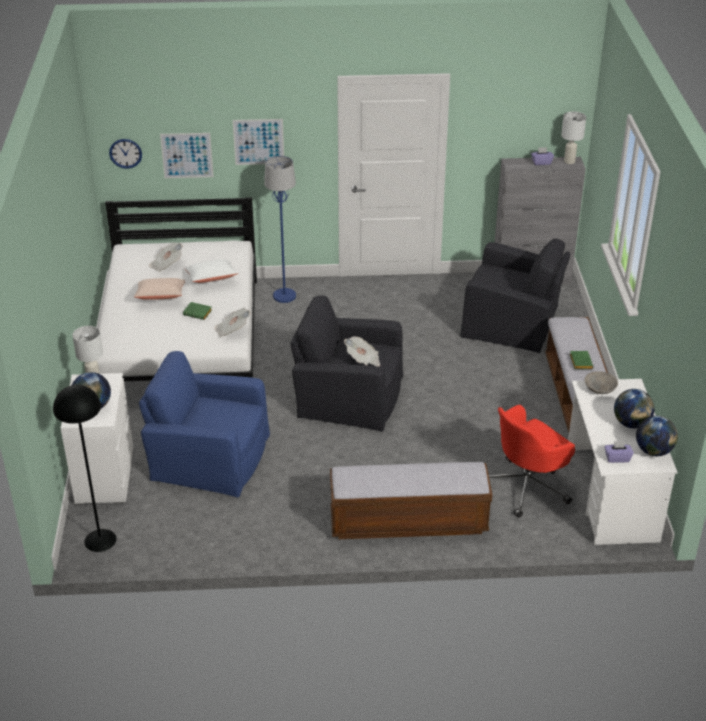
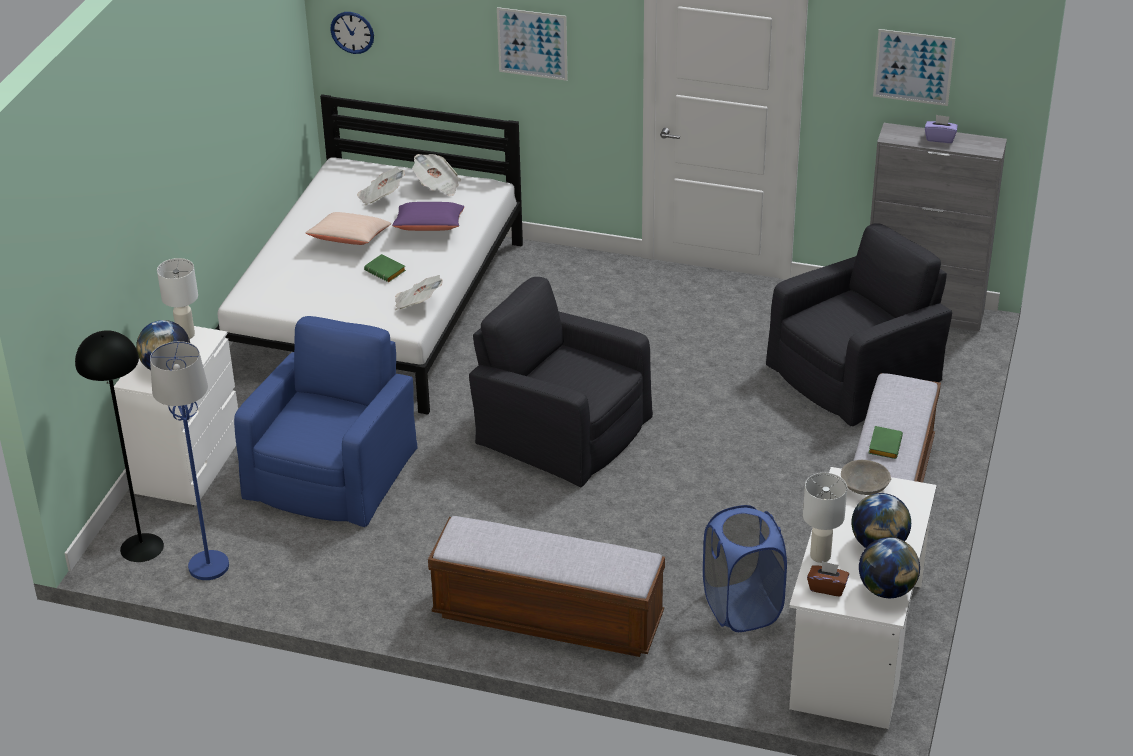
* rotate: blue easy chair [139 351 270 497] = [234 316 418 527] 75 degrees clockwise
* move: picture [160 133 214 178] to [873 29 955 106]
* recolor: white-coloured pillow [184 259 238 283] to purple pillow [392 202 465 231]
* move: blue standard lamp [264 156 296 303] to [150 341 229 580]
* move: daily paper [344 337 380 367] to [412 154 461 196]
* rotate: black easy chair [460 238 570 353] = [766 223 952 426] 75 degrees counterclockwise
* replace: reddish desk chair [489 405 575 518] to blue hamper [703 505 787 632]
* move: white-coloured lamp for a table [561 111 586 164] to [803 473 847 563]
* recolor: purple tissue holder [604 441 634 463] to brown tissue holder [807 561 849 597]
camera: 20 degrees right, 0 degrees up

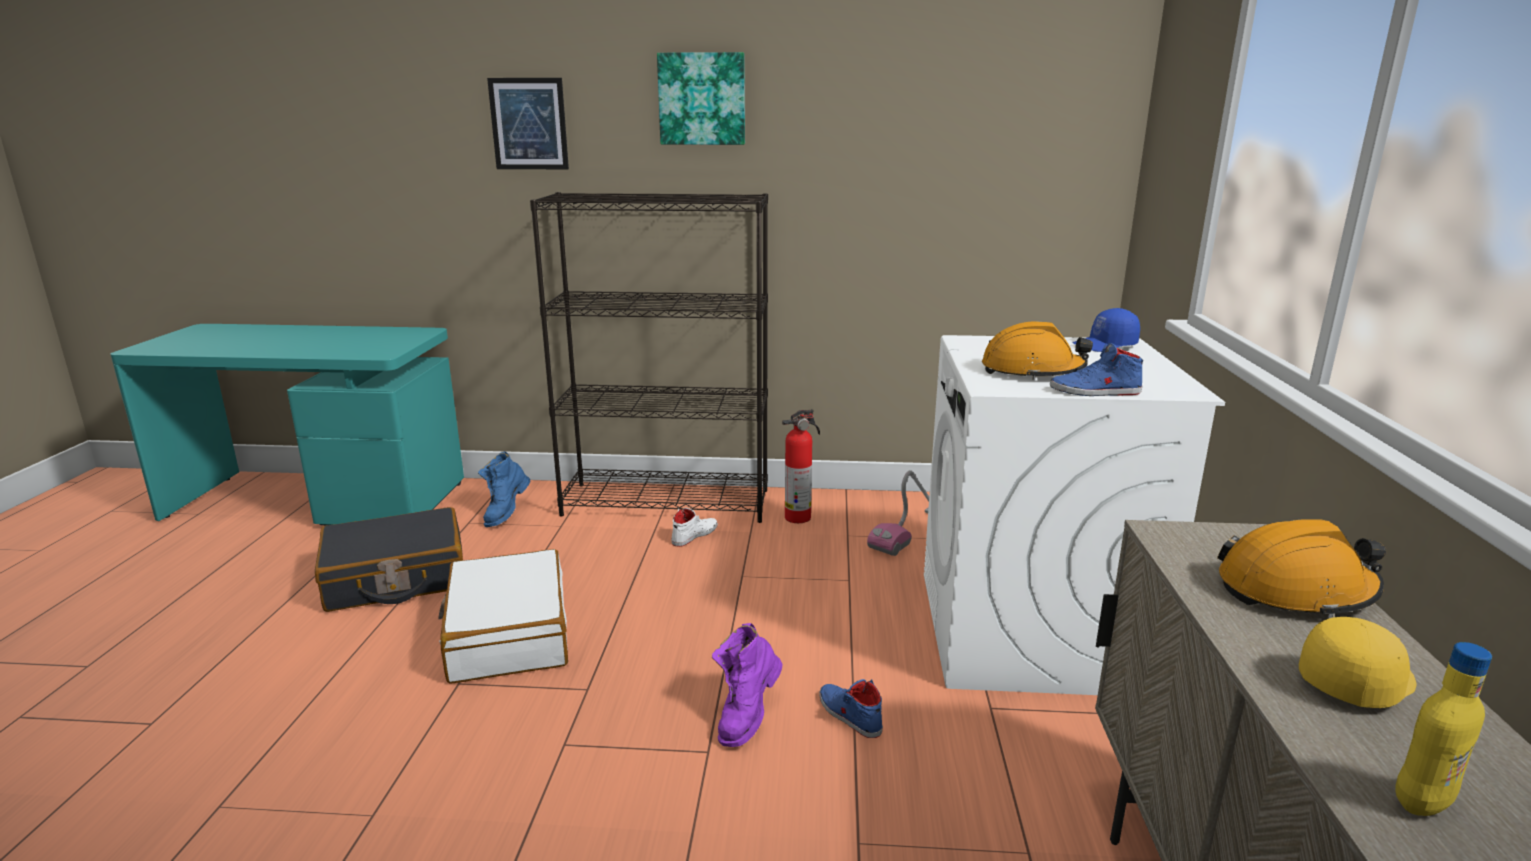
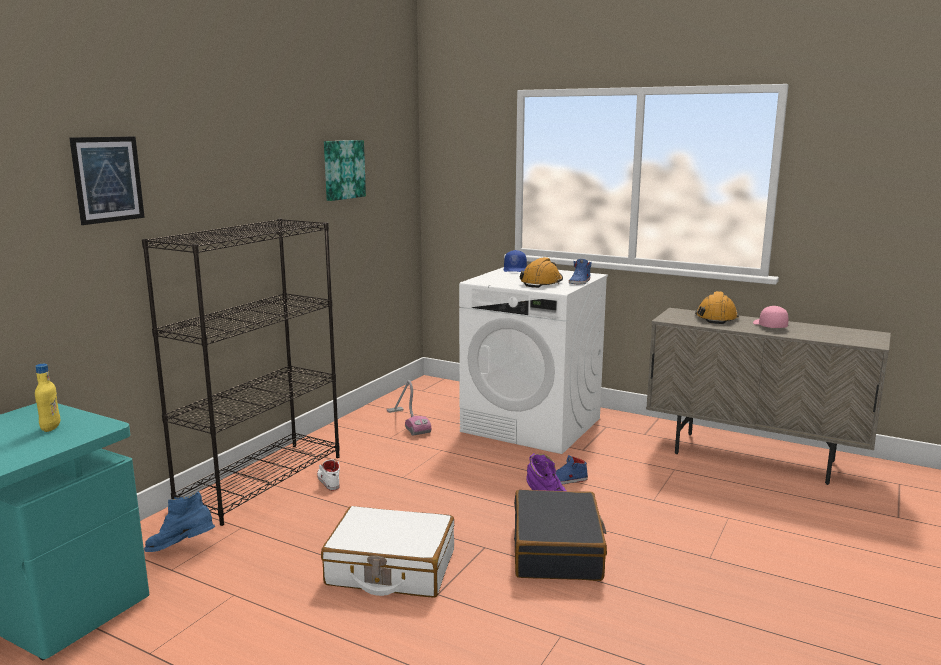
* move: black travel case [315 507 463 612] to [514 490 607 581]
* rotate: blue tall boot [478 452 531 527] = [144 492 215 552] 135 degrees clockwise
* move: picture [657 52 745 145] to [324 140 366 201]
* delete: fire-fighting cylinder [782 409 820 523]
* recolor: yellow cap [1299 617 1416 708] to pink cap [753 306 789 328]
* move: yellow bottle [1395 642 1492 816] to [35 364 60 432]
camera: 65 degrees left, 5 degrees down

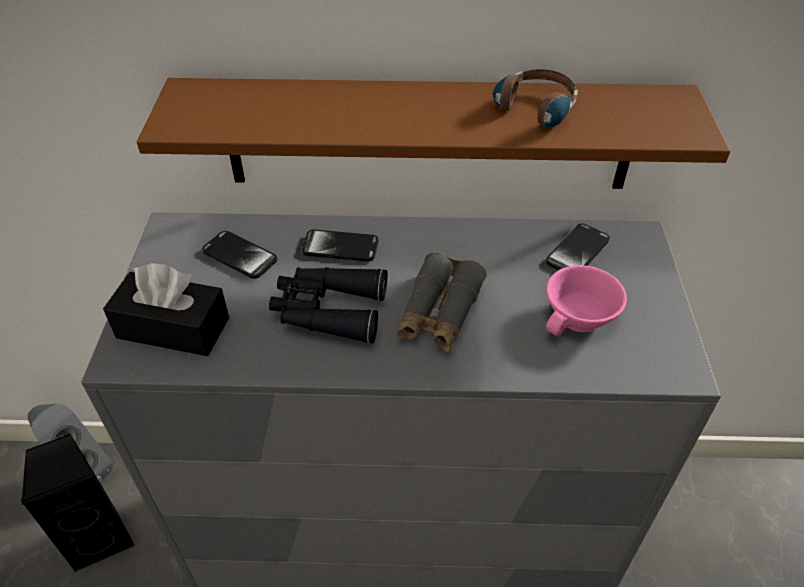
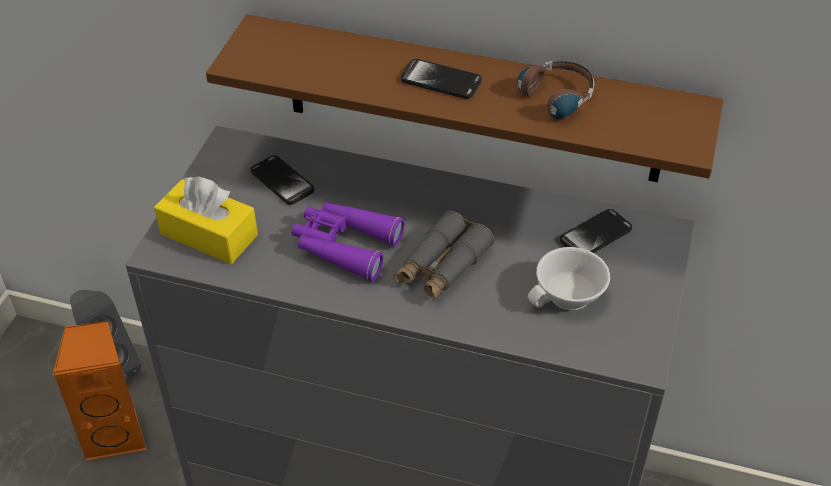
* recolor: black loudspeaker [21 434 135 572] to orange-coloured loudspeaker [53 321 146 461]
* recolor: black tissue holder [103 263 229 356] to yellow tissue holder [154 177 258 264]
* recolor: black binoculars [269 267 388 344] to purple binoculars [292 202 405 281]
* move: telephone [302 229 378 262] to [401 59 482 99]
* recolor: pink cup [546 265 627 336] to white-coloured cup [528 247 610 310]
camera: 15 degrees right, 0 degrees up

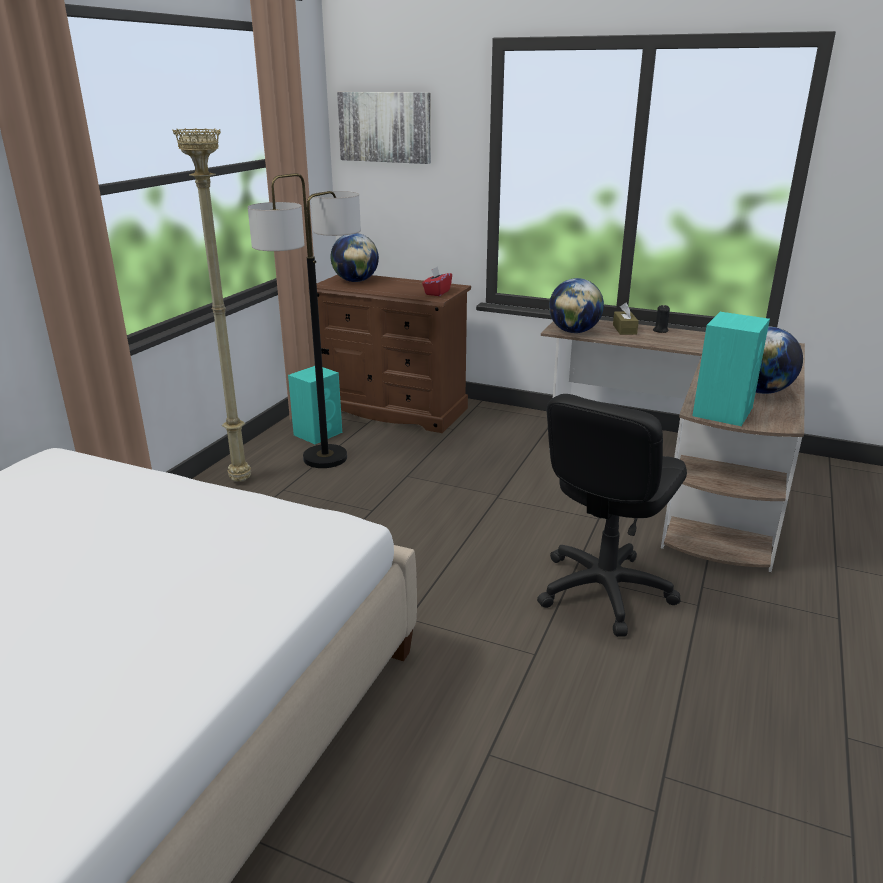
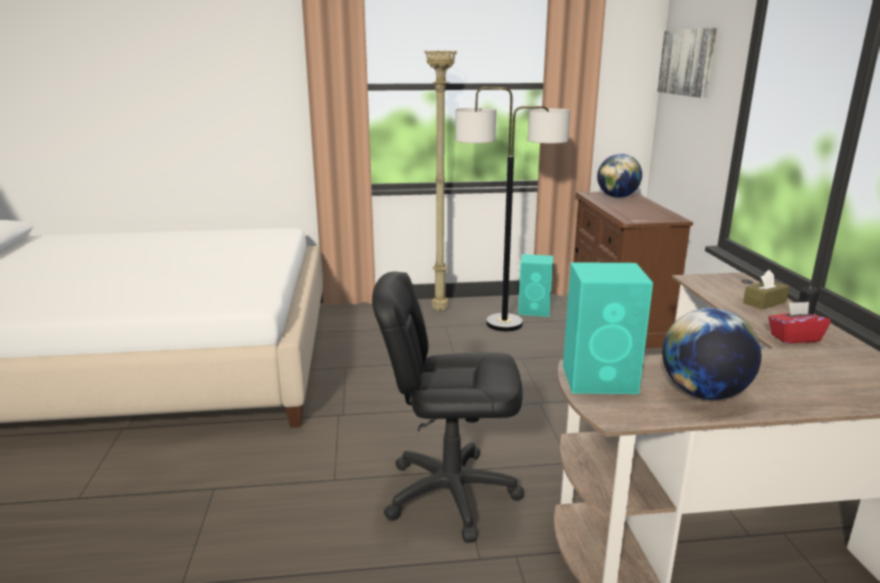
* move: reddish tissue holder [422 266 452 296] to [768 302 831 343]
* delete: globe [549 278 604 333]
camera: 60 degrees right, 5 degrees down

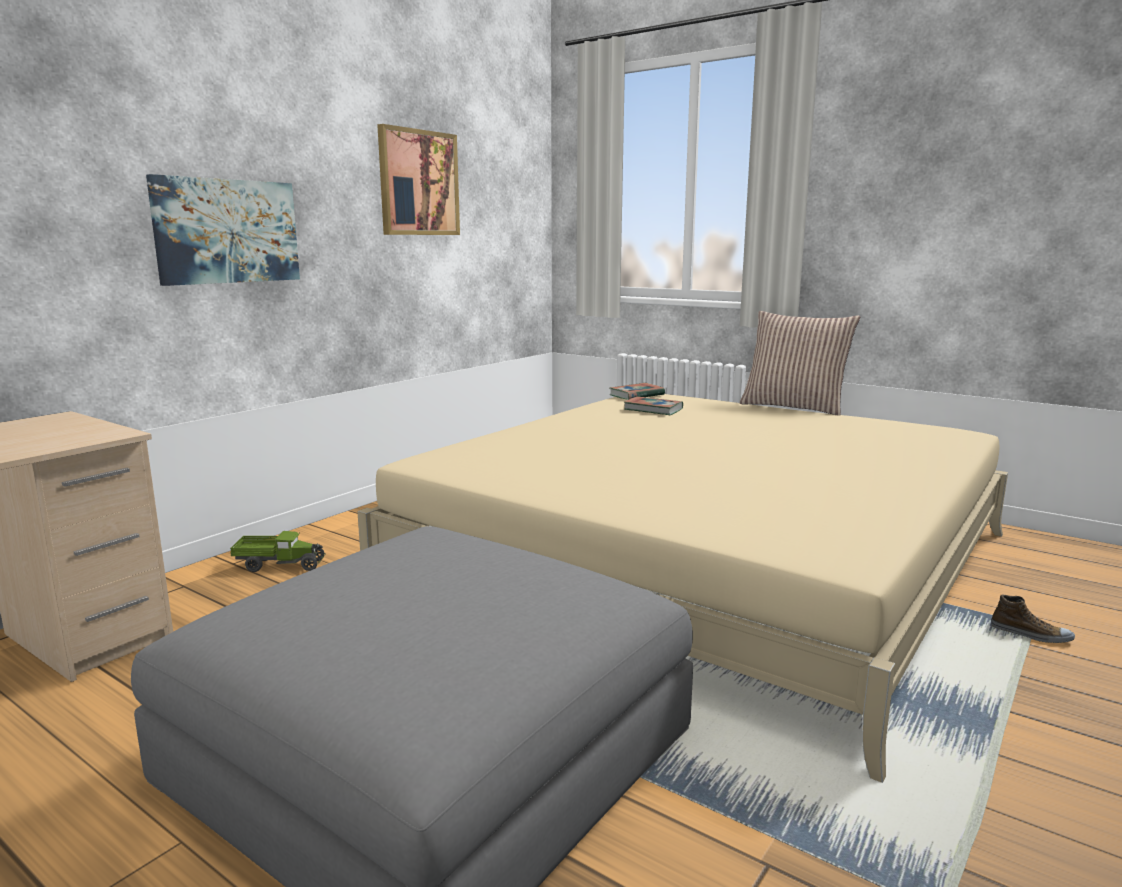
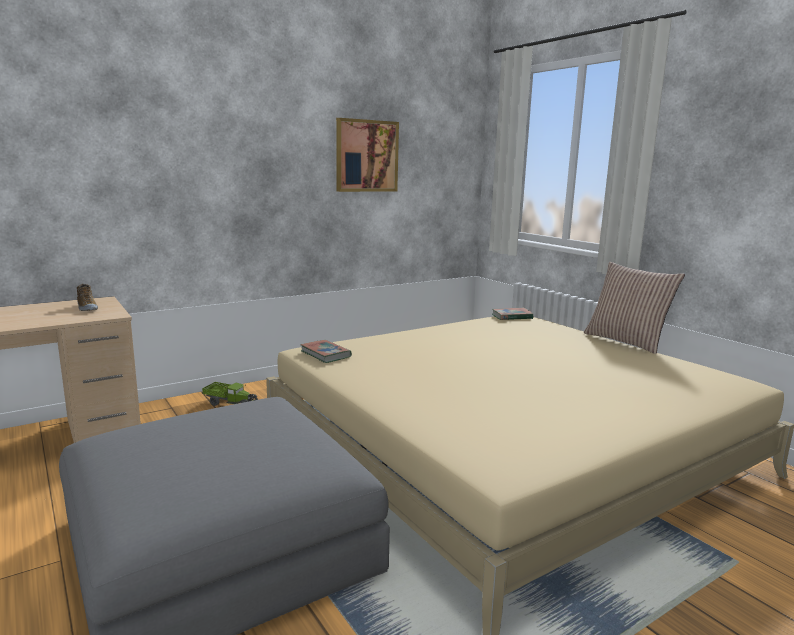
* delete: picture [146 174 300 286]
* move: book [624 396 683 415] to [301 340 352 363]
* move: item of footwear [991 594 1075 643] to [77 284 98 311]
camera: 20 degrees right, 0 degrees up

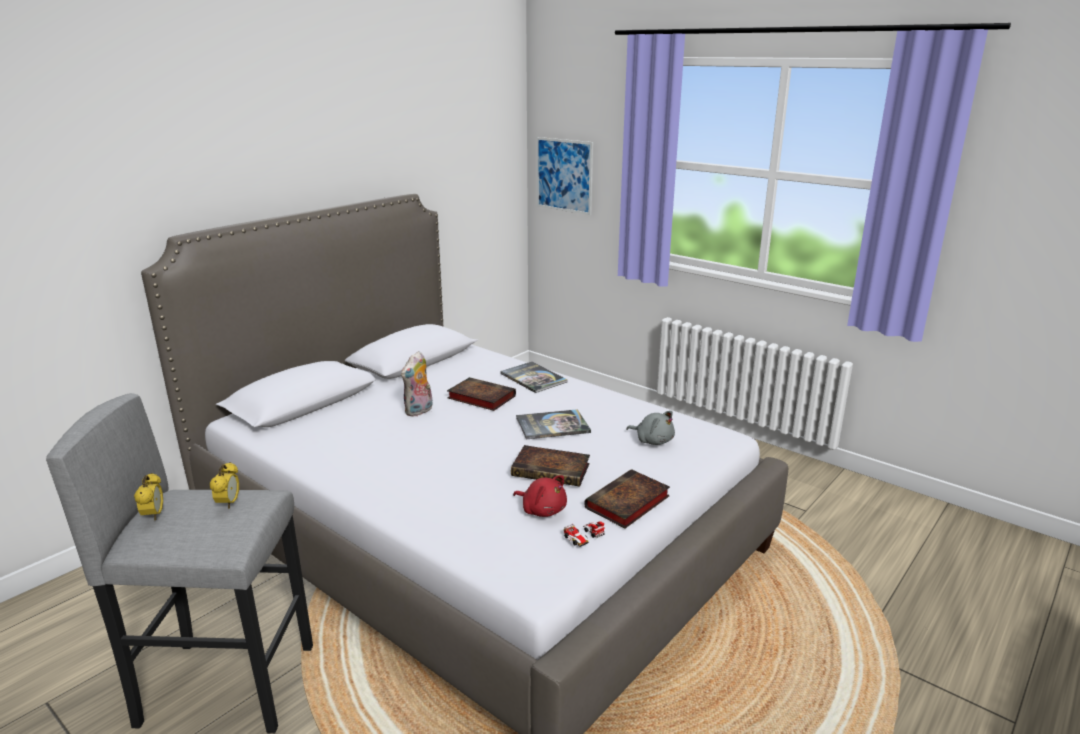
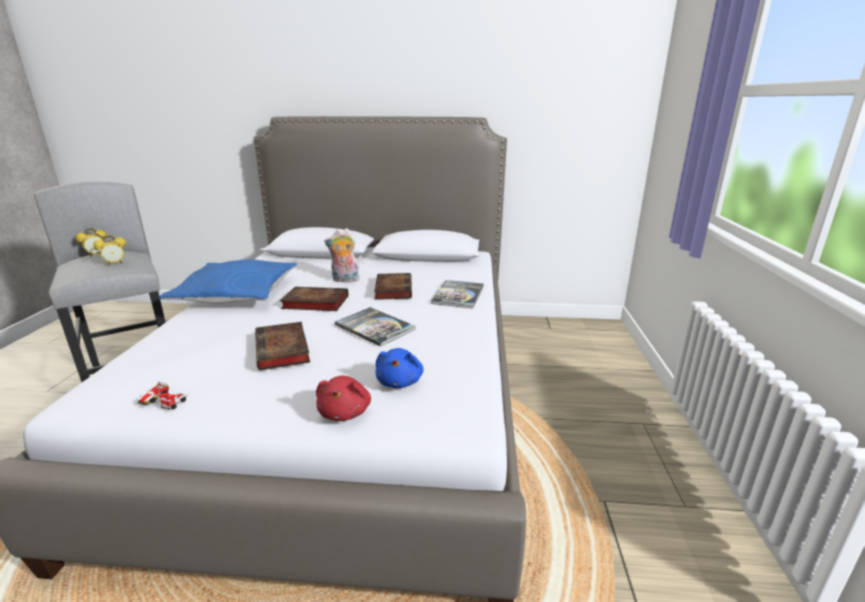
* move: reddish soft toy [513 475 567 517] to [316 375 371 421]
* delete: picture [536 137 593 215]
* move: book [584 469 670 528] to [280 287 348 311]
* recolor: grey soft toy [626 411 675 445] to blue soft toy [376 348 424 388]
* insert: blue pillow [159 259 297 304]
camera: 55 degrees right, 0 degrees up

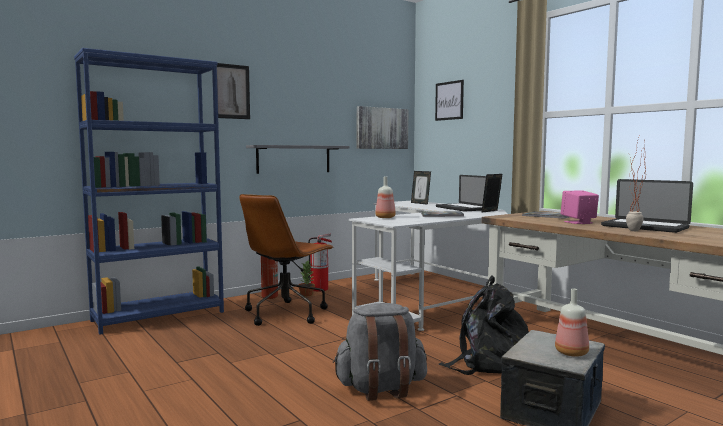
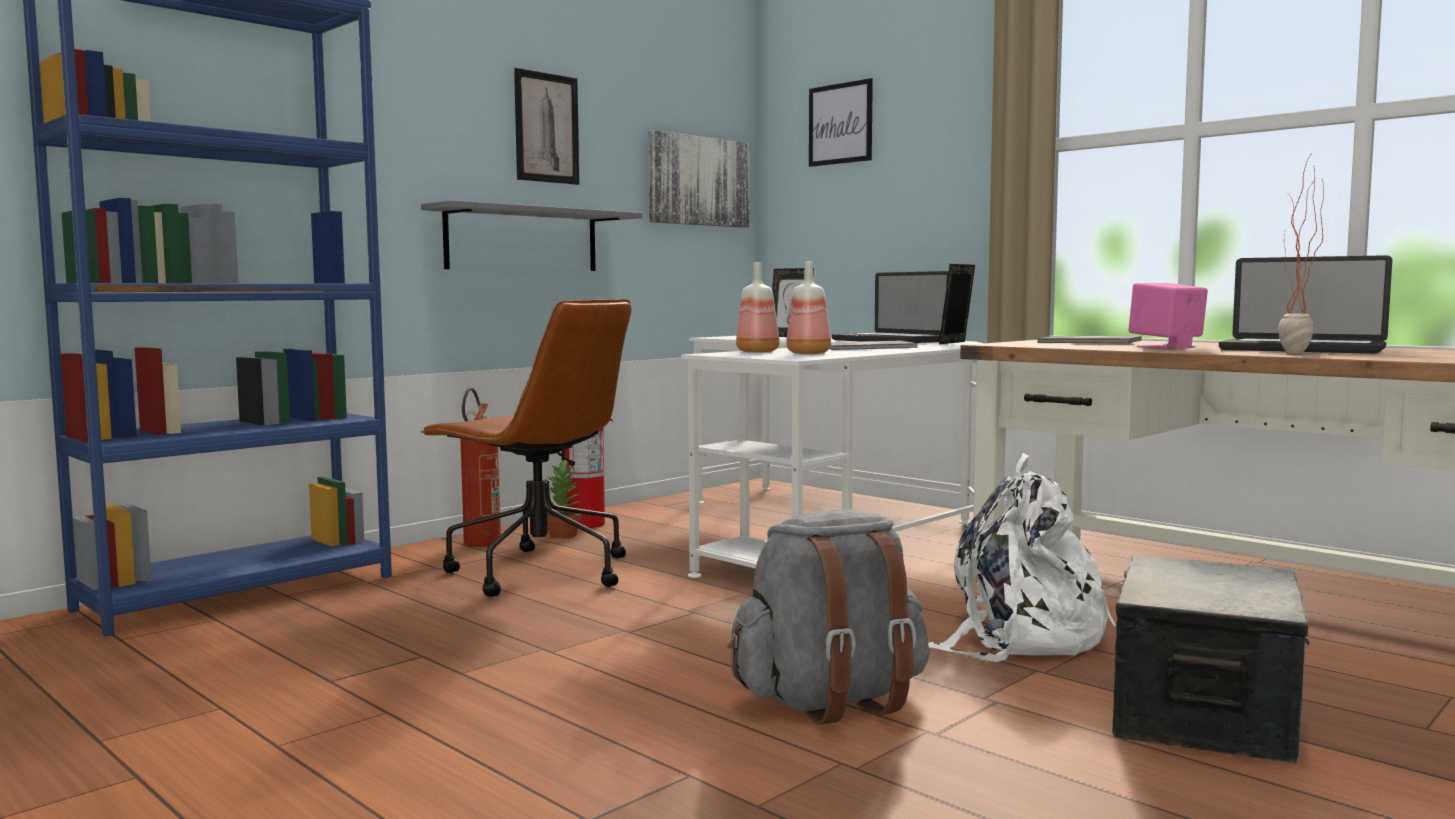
* move: picture [217 63 250 119] to [514 68 579 185]
* rotate: brown desk chair [240 194 334 326] = [420 299 632 597] 75 degrees counterclockwise
* recolor: black backpack [439 275 529 375] to white-coloured backpack [928 453 1116 662]
* move: bottle [555 288 589 357] to [786 261 831 354]
camera: 10 degrees left, 0 degrees up

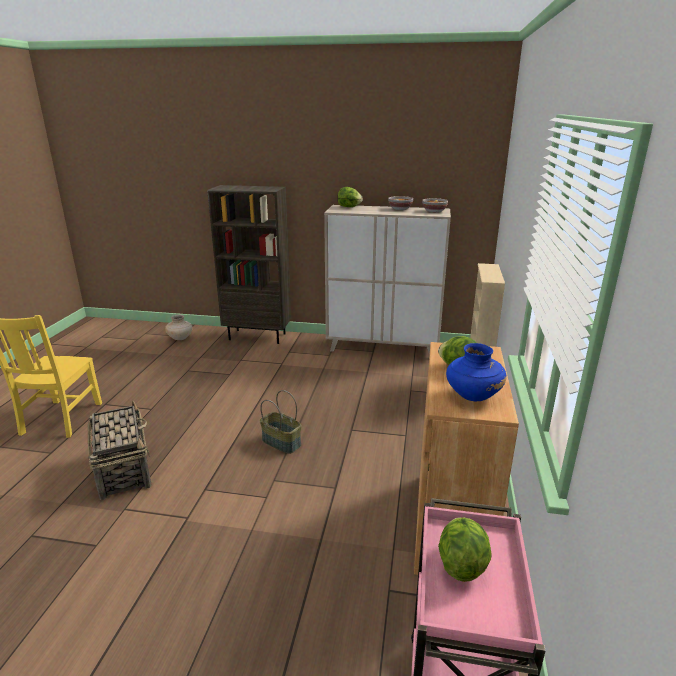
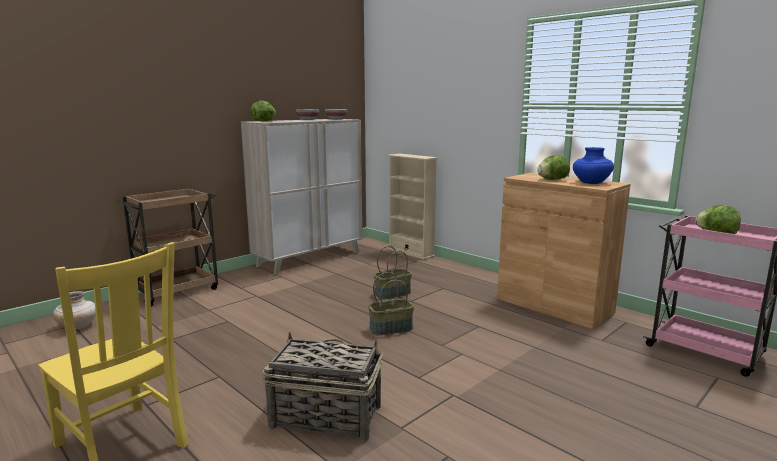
* replace: brown shelving unit [207 185 291 344] to brown cart [116 188 218 307]
* insert: basket [374 246 412 299]
camera: 55 degrees left, 10 degrees down

